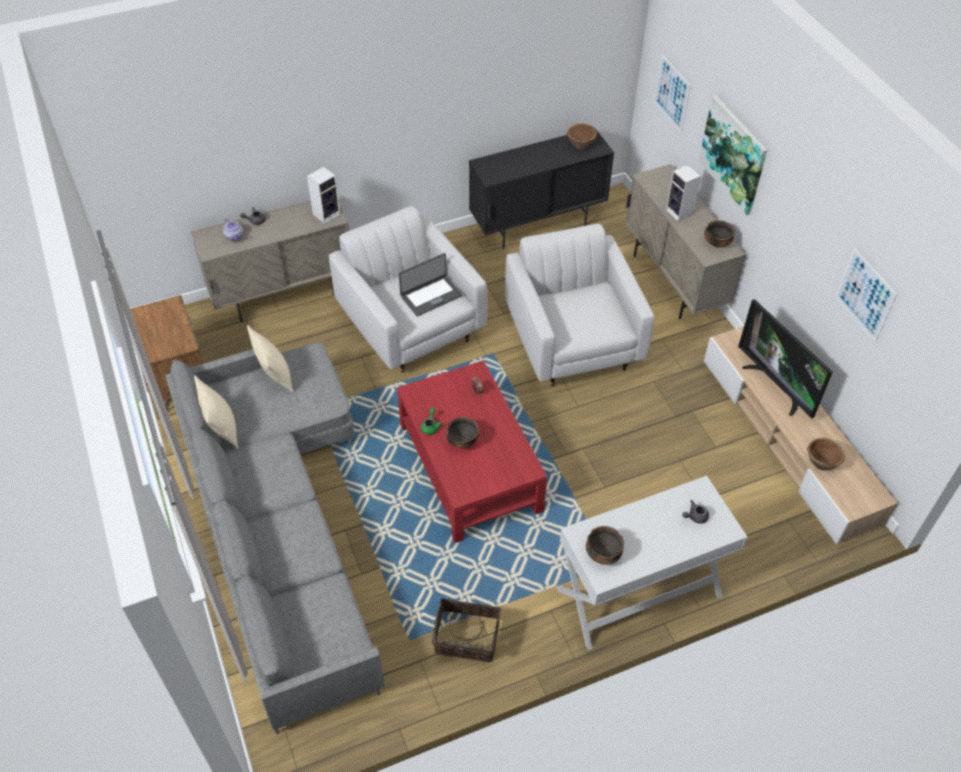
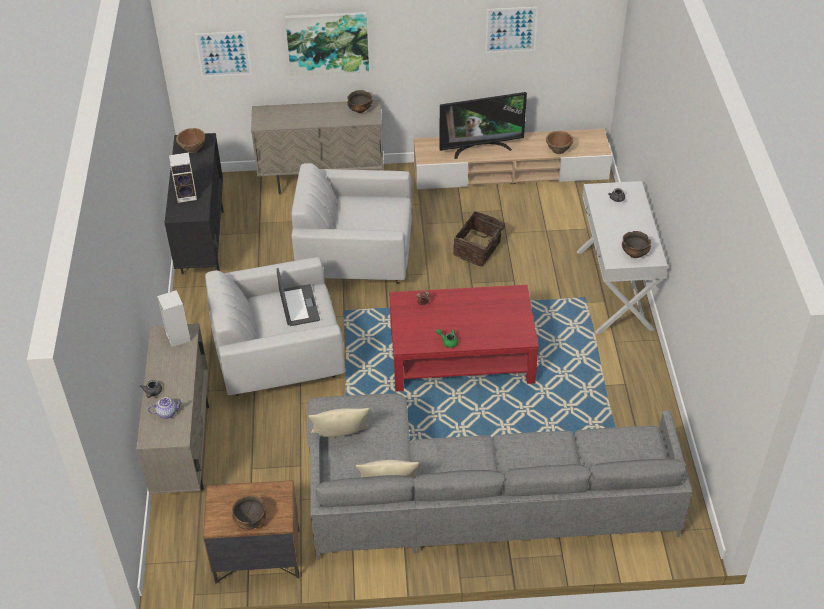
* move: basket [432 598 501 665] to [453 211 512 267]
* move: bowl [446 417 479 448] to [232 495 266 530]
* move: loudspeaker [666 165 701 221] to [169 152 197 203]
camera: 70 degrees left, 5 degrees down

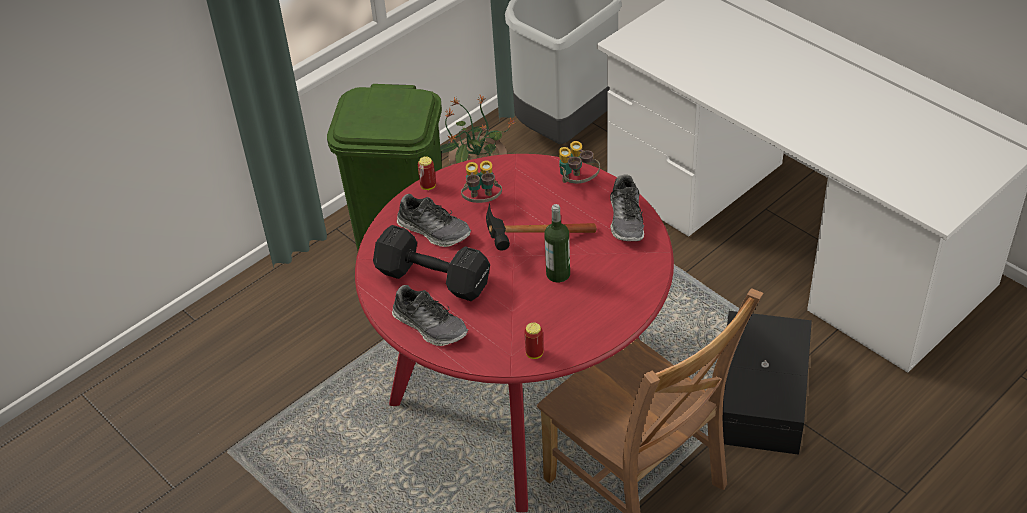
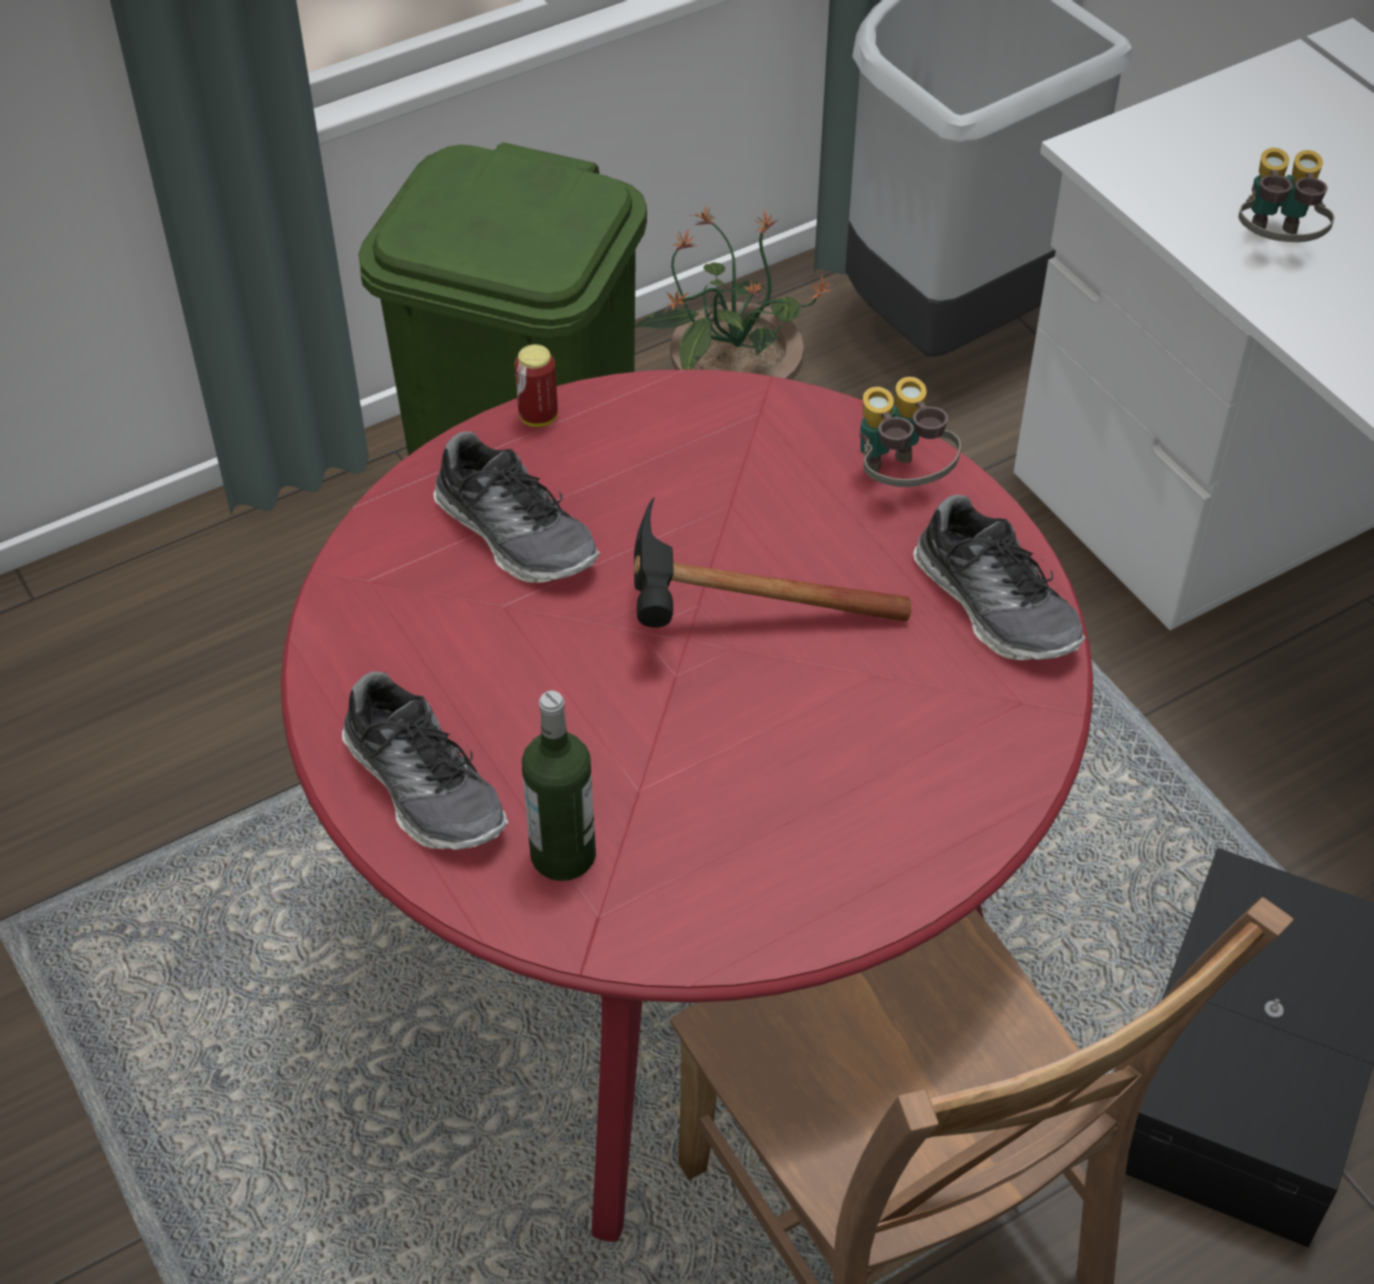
* delete: black dumbbell [373 225 490 301]
* move: binoculars [461 160 502 203] to [1238 148 1334 242]
* delete: can [524 322 543 359]
* move: bottle [544 204 570 282] to [522 691 596 881]
* rotate: item of footwear [610 174 644 241] = [913 495 1086 660] 45 degrees counterclockwise
camera: 10 degrees right, 5 degrees up

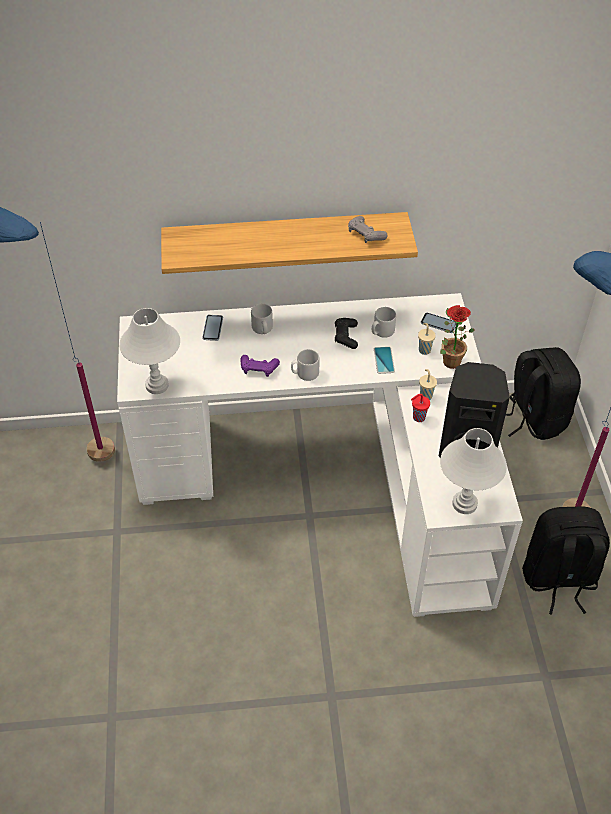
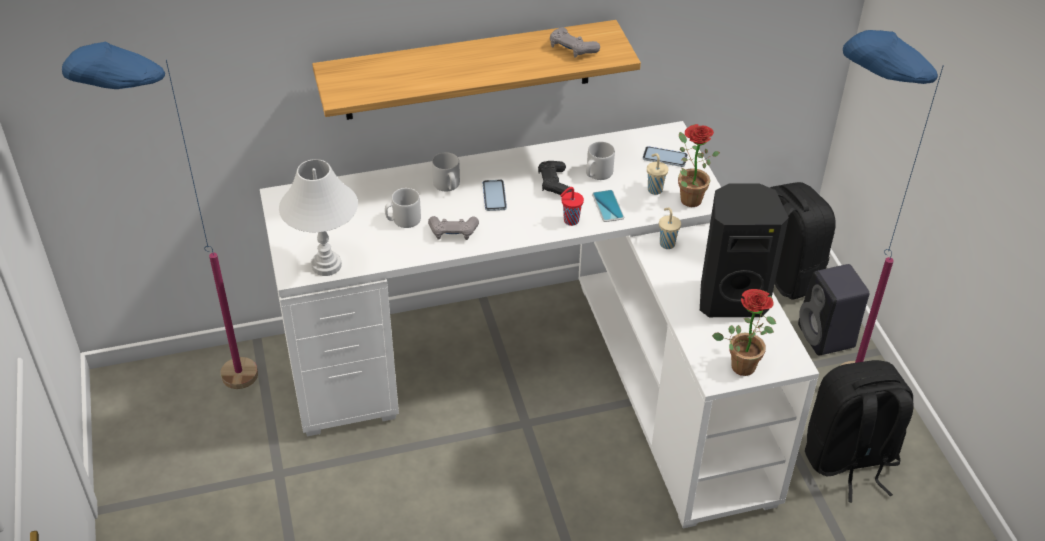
* move: telephone [202 315 223 341] to [483 180 507 211]
* recolor: purple joypad [240 355 280 377] to grey joypad [428 216 479 240]
* move: grey mug [291 349 319 381] to [385 188 421 228]
* move: reddish cup [411 394 430 422] to [560 187 584 226]
* replace: white-coloured lamp for a table [440 428 507 514] to plant in a pot [712 289 776 376]
* insert: black loudspeaker [798 264 870 356]
camera: 10 degrees left, 5 degrees down

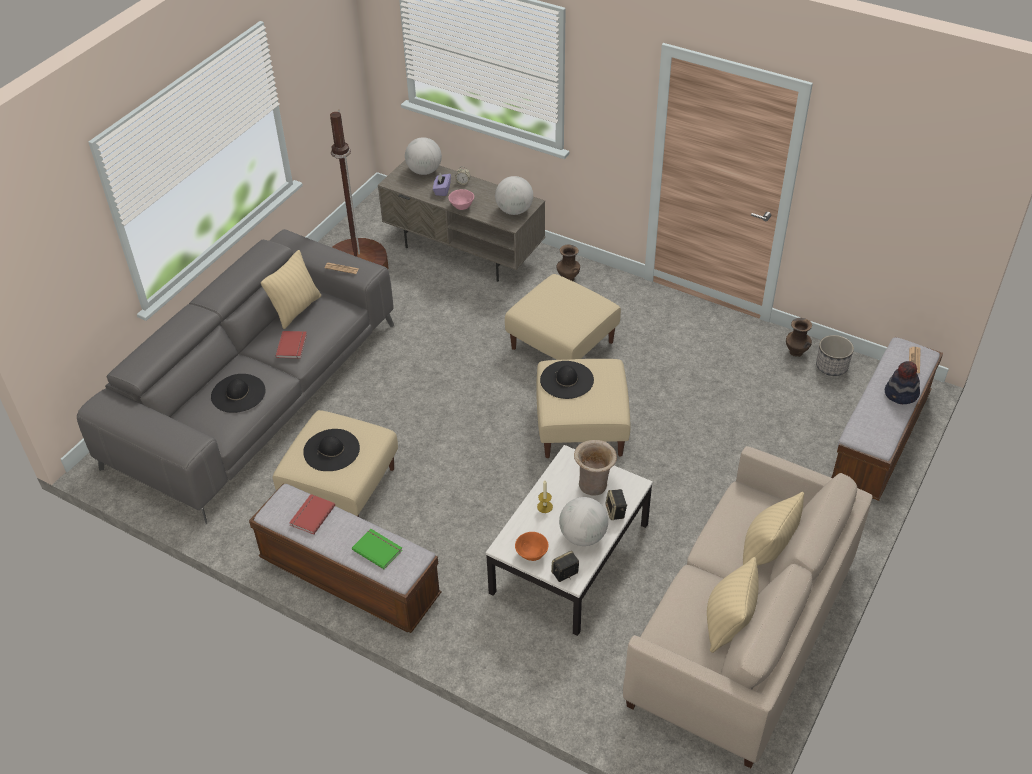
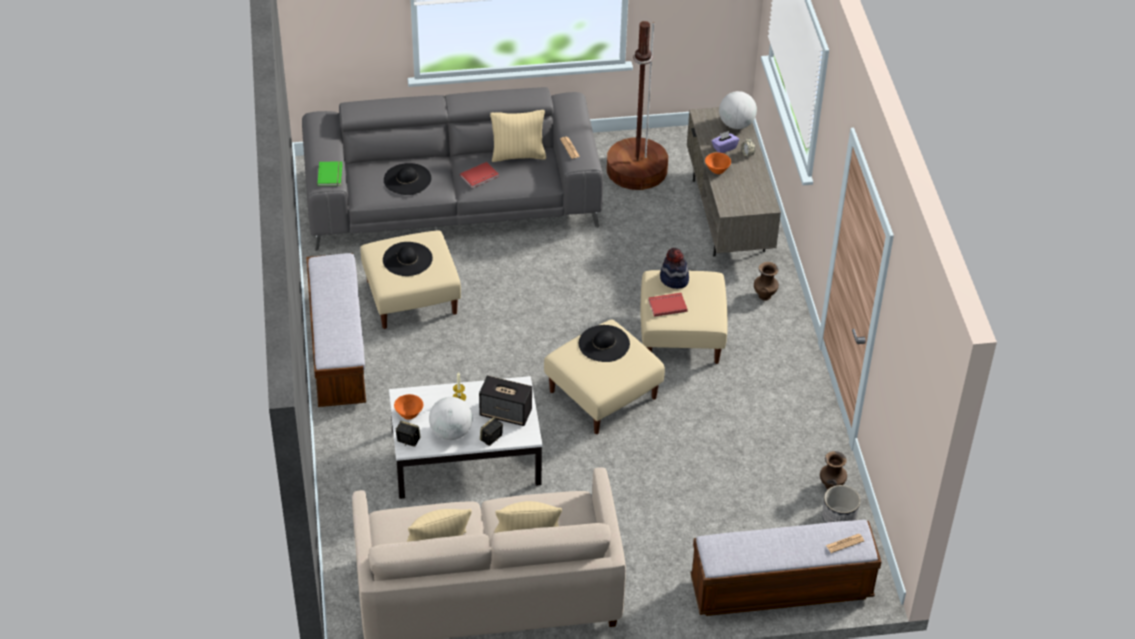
* move: reddish book [289 494 335 535] to [648 293 688 317]
* move: greenish book [352 529 403 569] to [317 162 343 186]
* recolor: pink bowl [448 189 474 210] to orange-coloured bowl [705 152 731 174]
* delete: globe [495 176 533 215]
* replace: beige-coloured decorative vase [574 440 617 496] to loudspeaker [479 375 532 426]
* move: hat [885 361 920 404] to [660 248 689 289]
camera: 50 degrees right, 0 degrees up

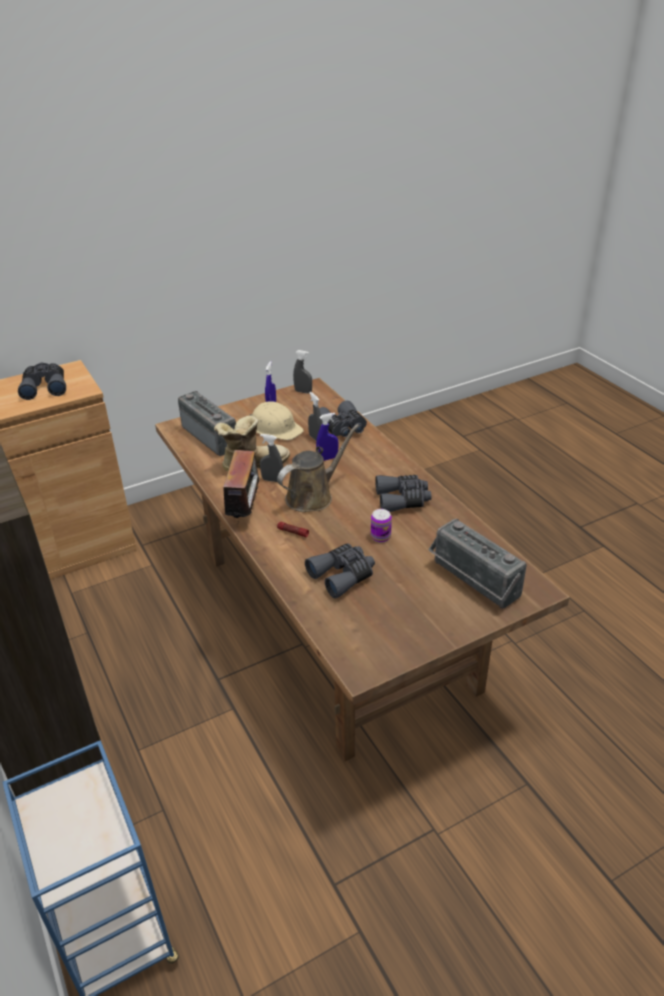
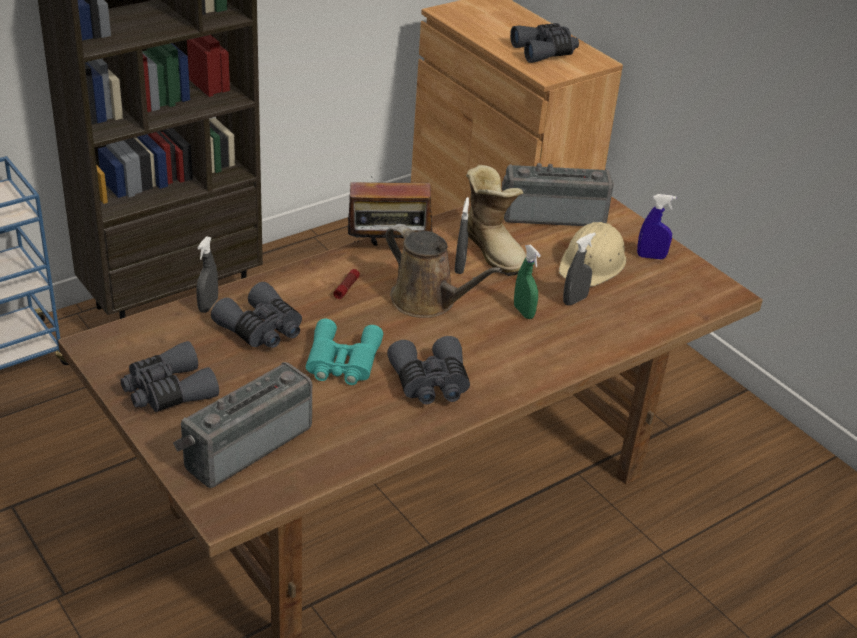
* rotate: radio set [178 391 236 456] = [502 163 614 226] 135 degrees counterclockwise
* move: grey sprayer [293 350 312 394] to [196 236 218 313]
* recolor: blue sprayer [316 413 338 461] to greenish sprayer [514 244 541 319]
* move: grey binoculars [319 400 367 437] to [120 341 219 412]
* replace: can [371 509 392 543] to turquoise-coloured binoculars [306 319 383 385]
camera: 80 degrees right, 0 degrees up

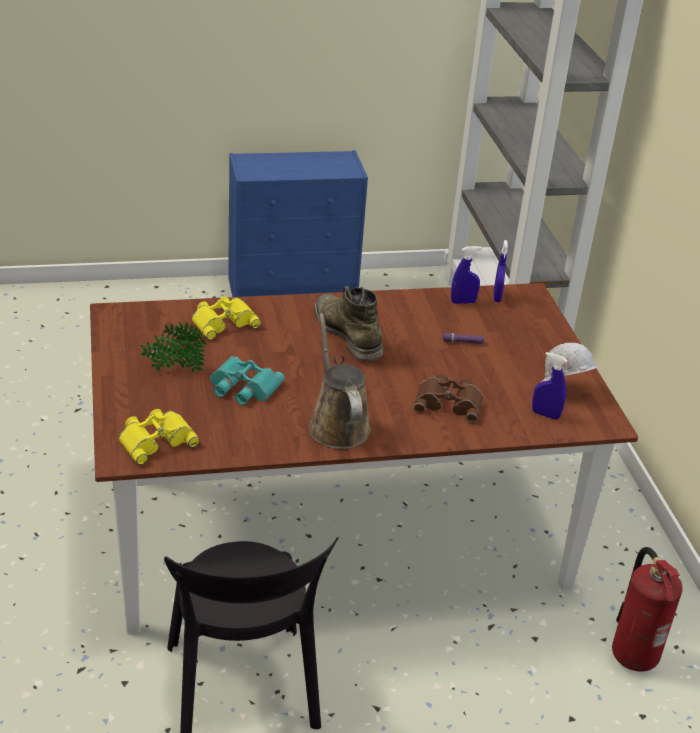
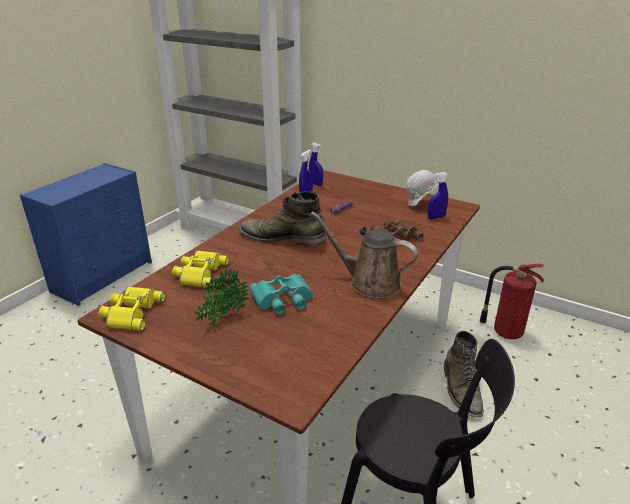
* move: yellow binoculars [119 409 200 465] to [99 286 165 331]
* insert: greenish tall boot [444 331 483 417]
camera: 45 degrees left, 5 degrees down

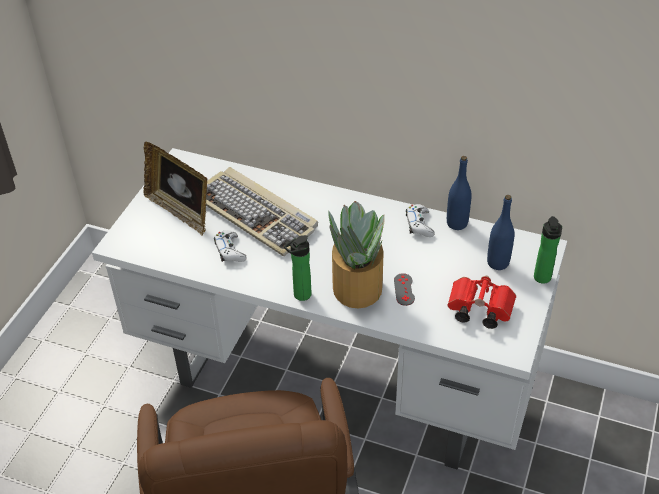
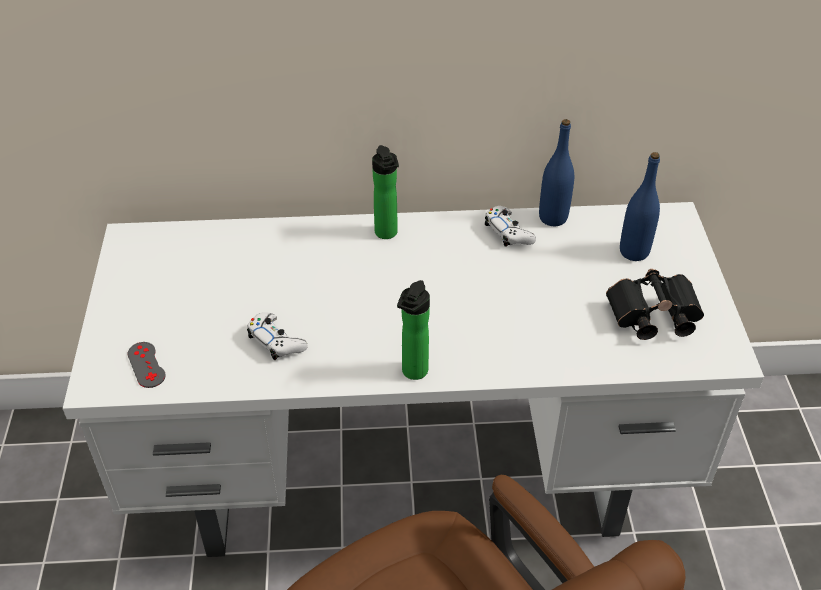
* delete: standing frame [144 142 207 236]
* delete: computer keyboard [206 167 318 256]
* delete: plant in a pot [328 201 384 309]
* move: grey joypad [394 273 415 306] to [127 342 166 388]
* recolor: reddish binoculars [447 276 516 329] to black binoculars [606 269 704 340]
* move: bottle [534 216 562 284] to [372 145 399 239]
camera: 25 degrees left, 0 degrees up

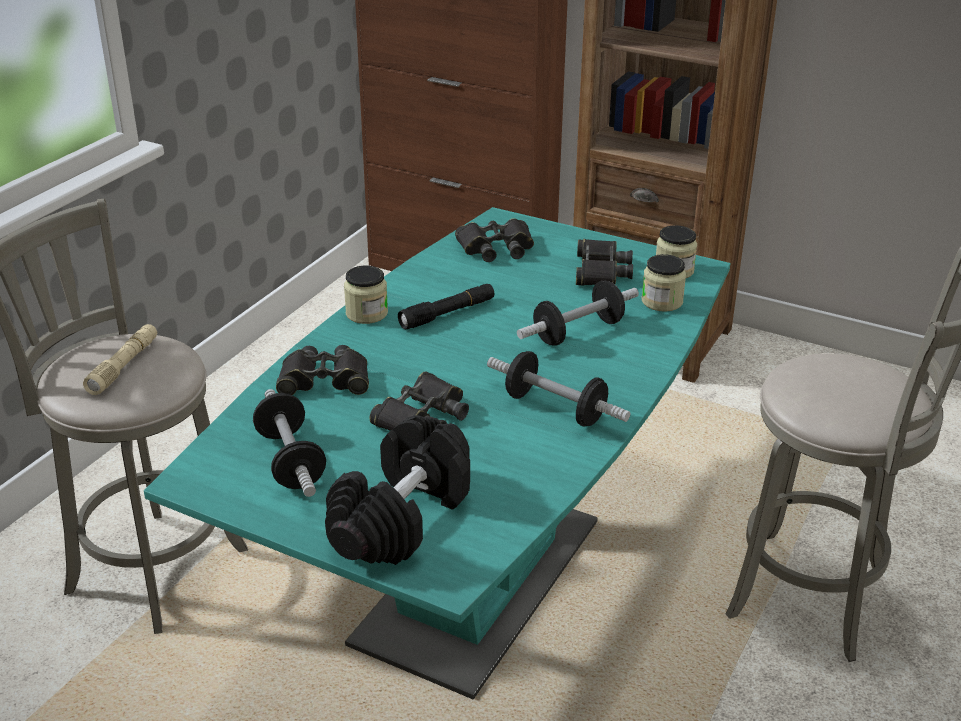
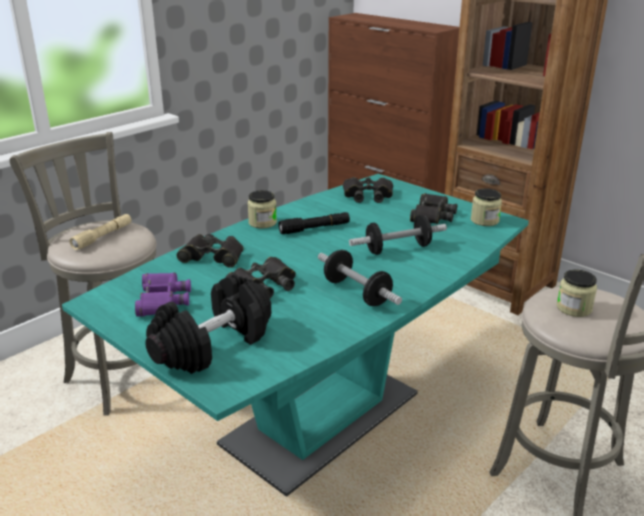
* replace: dumbbell [253 389 326 497] to purple binoculars [135 272 191 317]
* move: preserve jar [642 254 686 312] to [557 270 597 317]
camera: 15 degrees right, 5 degrees down

